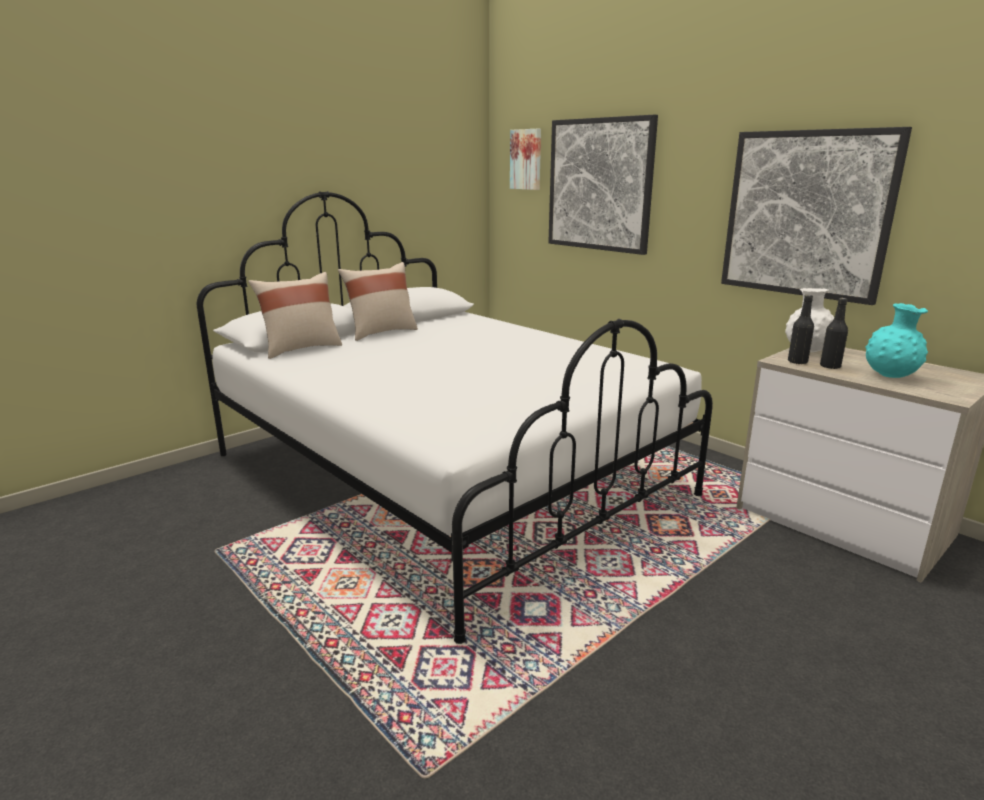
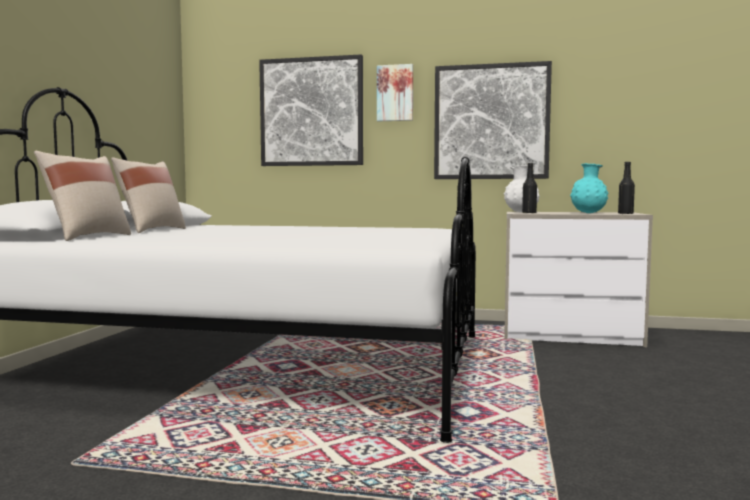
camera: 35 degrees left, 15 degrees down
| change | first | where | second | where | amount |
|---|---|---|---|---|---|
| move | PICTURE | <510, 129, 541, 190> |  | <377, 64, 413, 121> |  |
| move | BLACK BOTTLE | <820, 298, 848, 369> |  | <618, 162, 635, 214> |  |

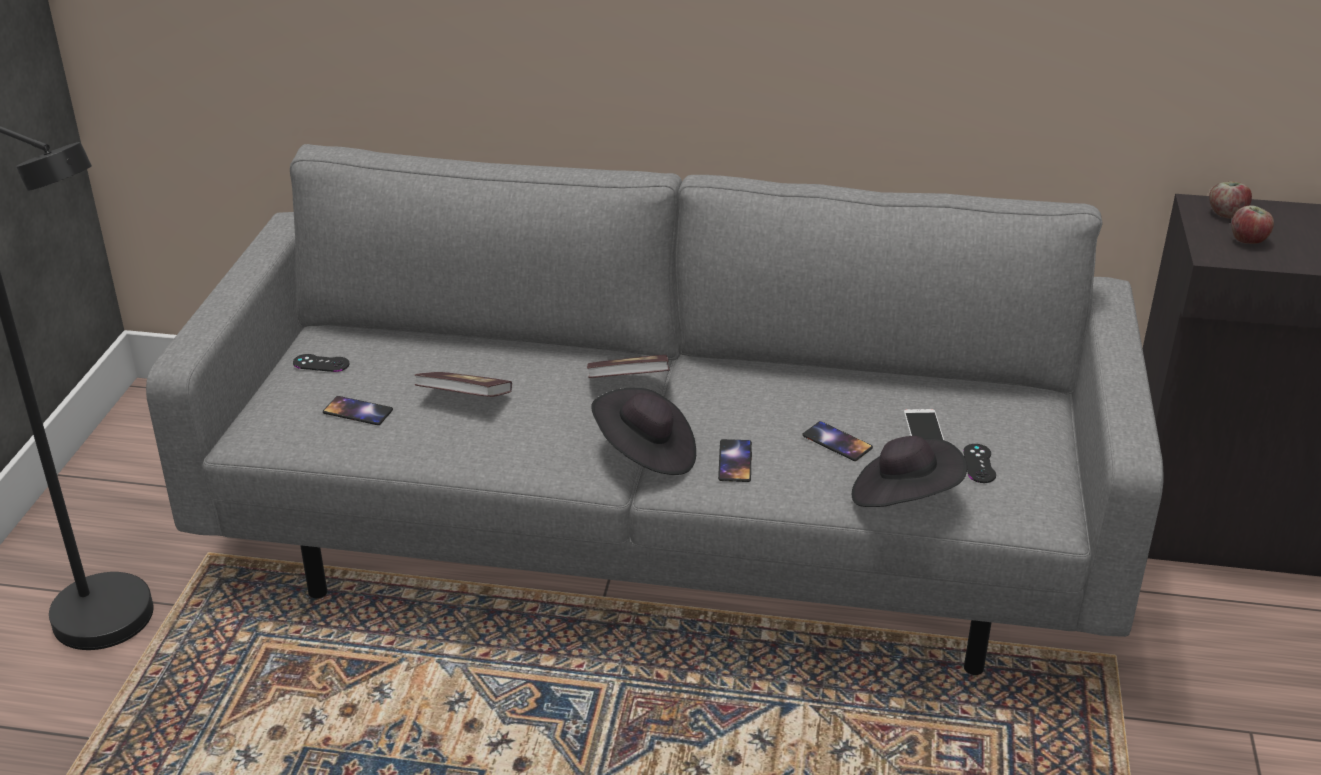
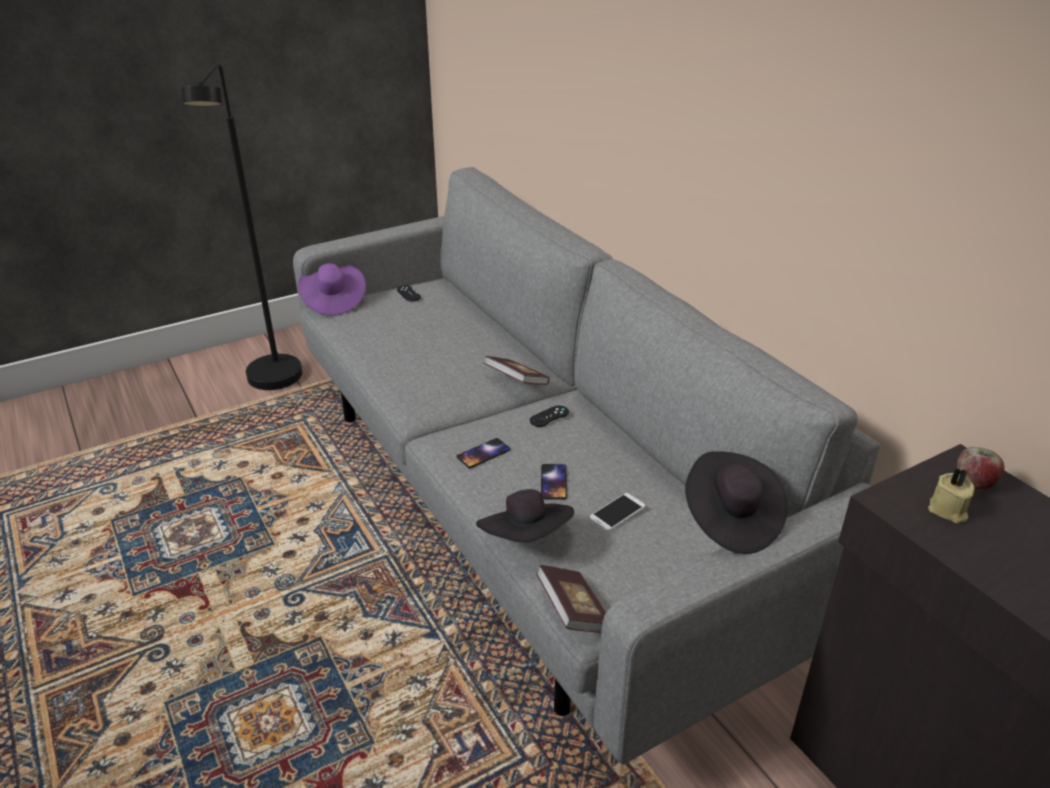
camera: 50 degrees right, 0 degrees up
| change | first | where | second | where | amount |
|---|---|---|---|---|---|
| delete | PHONE | <323, 396, 393, 425> |  |  |  |
| move | BOOK | <415, 372, 512, 397> |  | <536, 565, 606, 633> |  |
| move | BLACK HAT | <591, 388, 696, 475> |  | <685, 451, 788, 554> |  |
| move | BLACK GAME CONTROLLER | <963, 444, 996, 483> |  | <530, 405, 569, 427> |  |
| replace | APPLE | <1232, 205, 1274, 244> | BEIGE CANDLE | <928, 468, 974, 523> |  |
| insert |  |  | PURPLE HAT | <298, 263, 366, 316> |  |

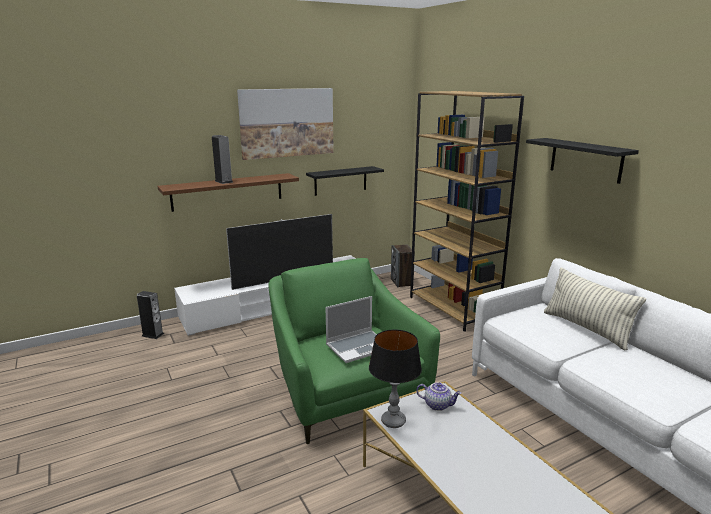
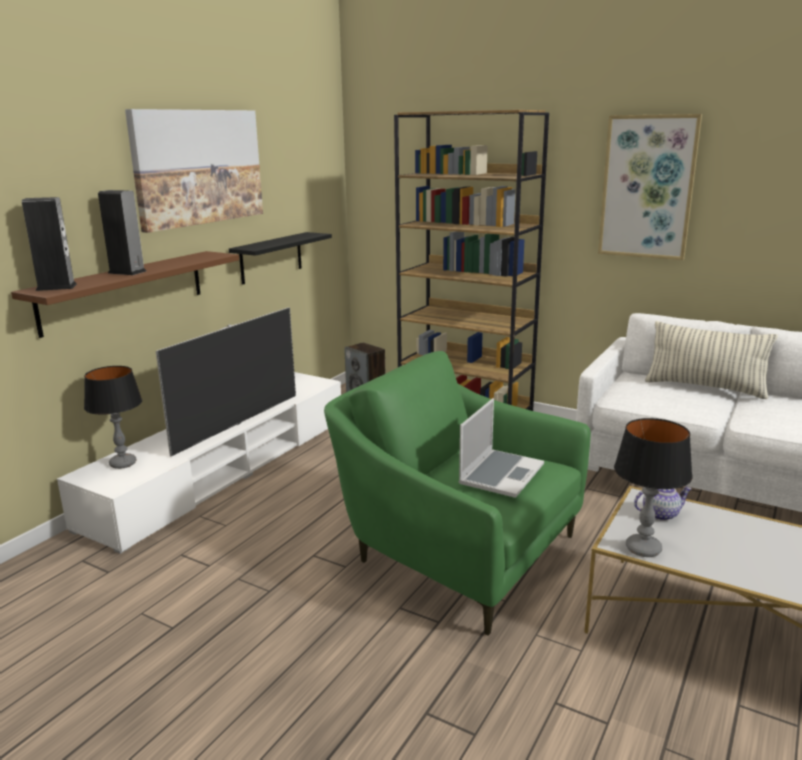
camera: 30 degrees left, 0 degrees up
| change | first | where | second | where | amount |
|---|---|---|---|---|---|
| move | SPEAKER | <137, 291, 164, 339> |  | <22, 197, 77, 291> |  |
| replace | BLACK SHELF | <526, 138, 639, 184> | PICTURE | <598, 114, 702, 260> |  |
| insert |  |  | TABLE LAMP | <84, 366, 142, 469> |  |

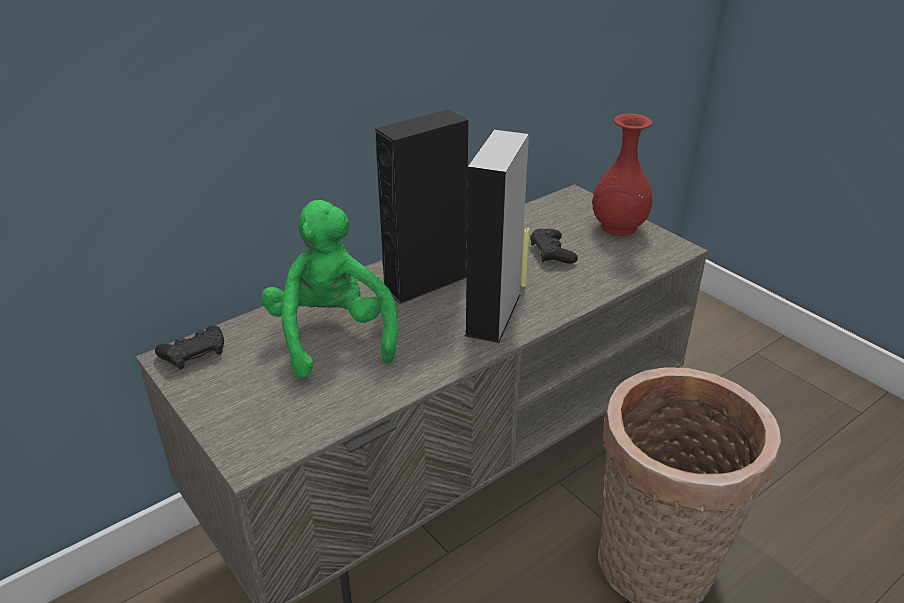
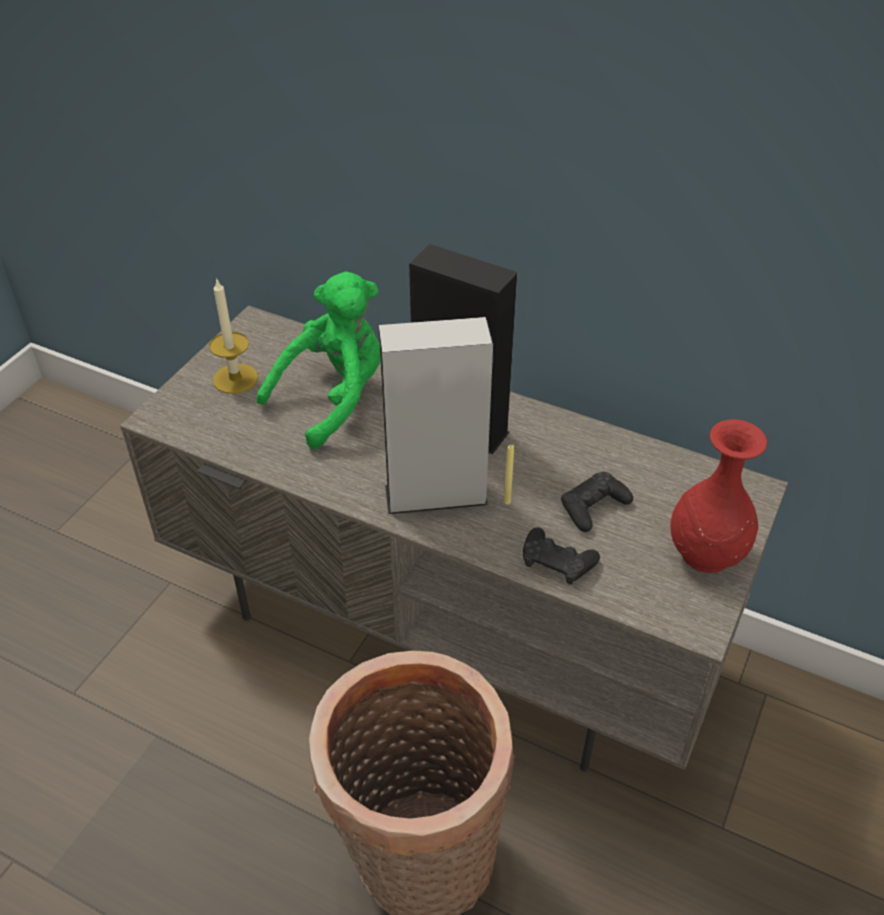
camera: 65 degrees right, 10 degrees up
| change | first | where | second | where | amount |
|---|---|---|---|---|---|
| move | BLACK GAME CONTROLLER | <155, 325, 224, 370> |  | <523, 527, 600, 584> |  |
| insert |  |  | CANDLE | <209, 280, 258, 394> |  |

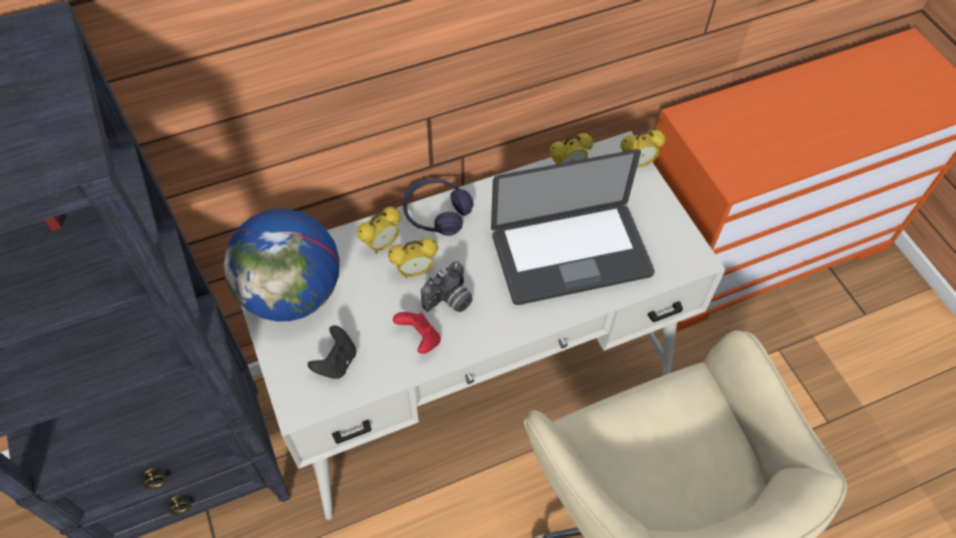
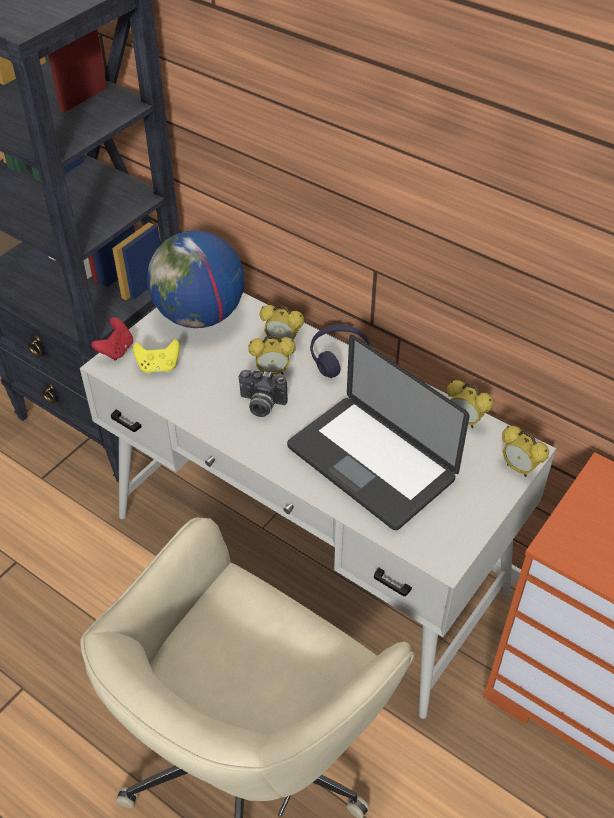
camera: 60 degrees right, 10 degrees down
| change | first | where | second | where | amount |
|---|---|---|---|---|---|
| recolor | BLACK GAME CONTROLLER | <308, 325, 356, 379> | YELLOW GAME CONTROLLER | <133, 339, 180, 373> |  |
| rotate | ALARM CLOCK | <388, 238, 438, 278> |  | <248, 335, 296, 375> | 45 degrees counterclockwise |
| move | RED GAME CONTROLLER | <393, 312, 441, 354> |  | <91, 317, 133, 361> |  |

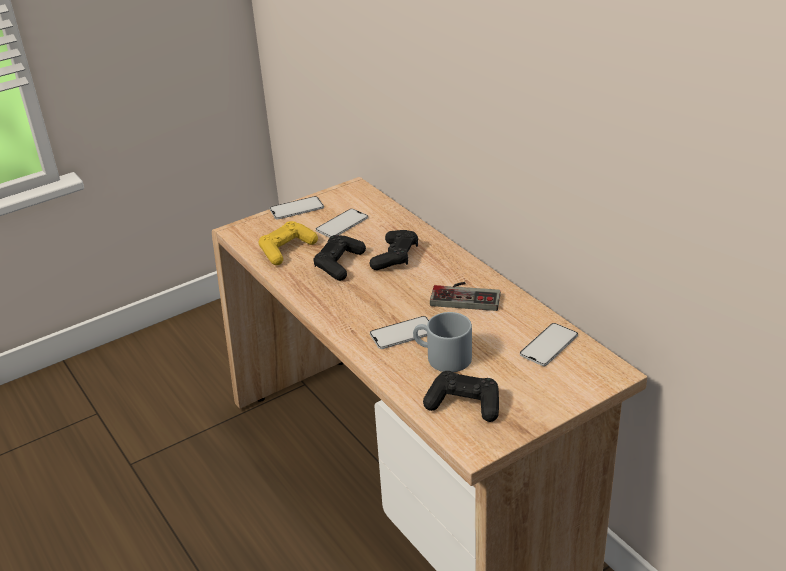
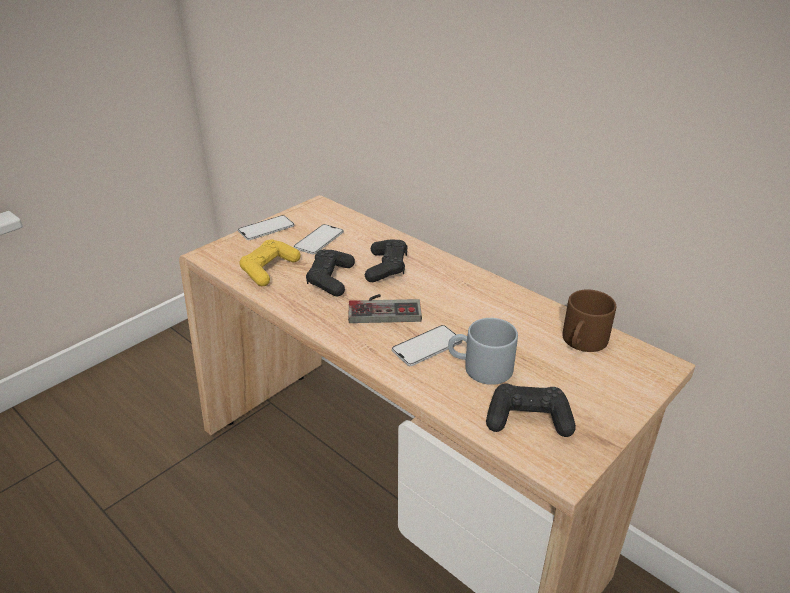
camera: 15 degrees left, 0 degrees up
| change | first | where | second | where | amount |
|---|---|---|---|---|---|
| move | GAME CONTROLLER | <430, 282, 501, 311> |  | <348, 294, 422, 323> |  |
| replace | PHONE | <520, 323, 578, 366> | BROWN MUG | <562, 289, 616, 352> |  |

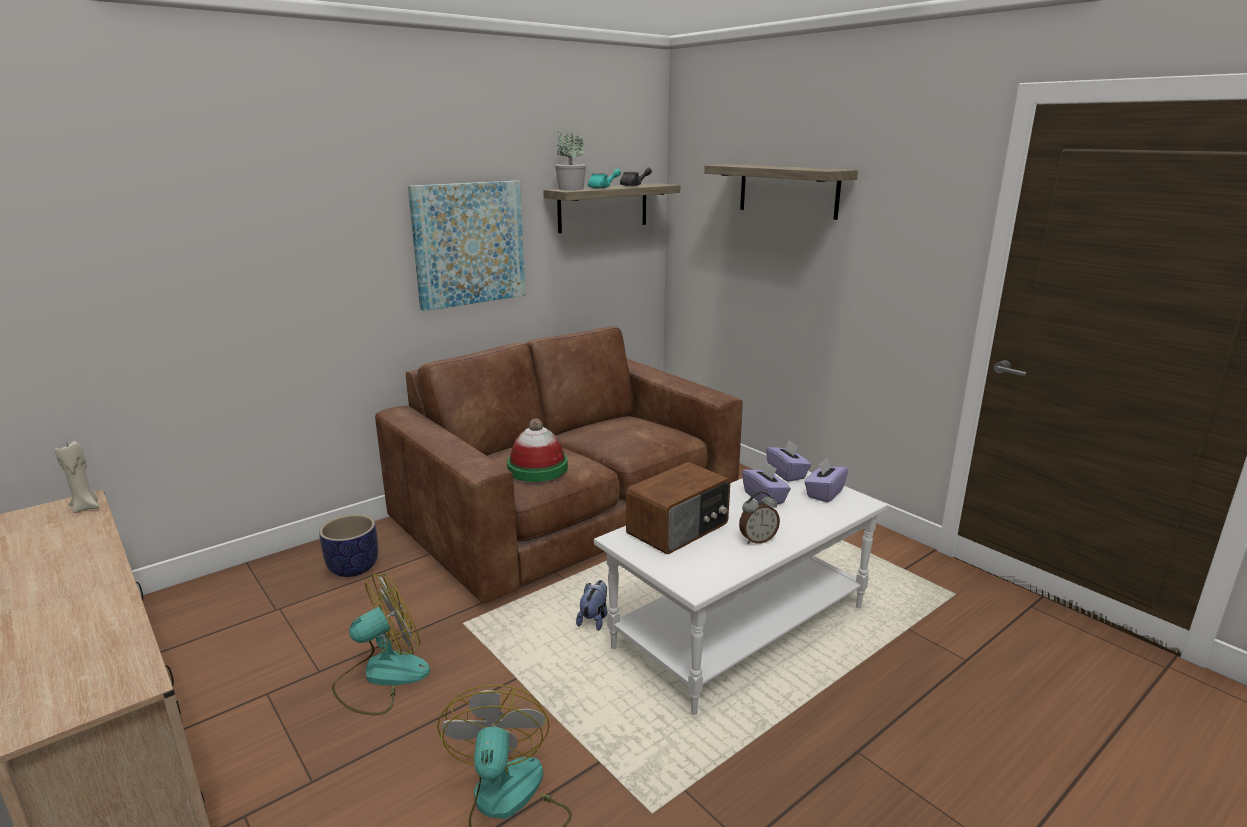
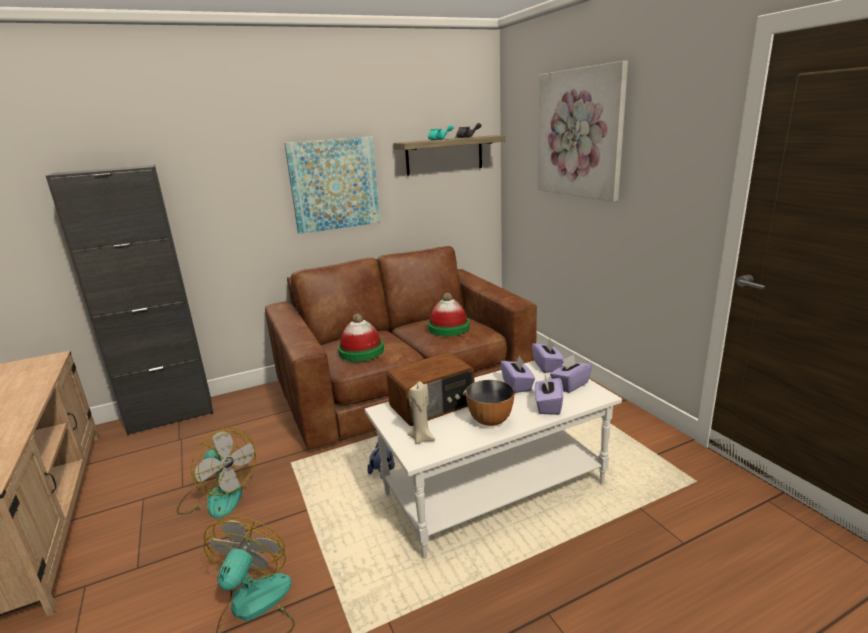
camera: 15 degrees right, 0 degrees up
| change | first | where | second | where | amount |
|---|---|---|---|---|---|
| move | BEIGE CANDLE | <55, 441, 99, 513> |  | <408, 381, 435, 444> |  |
| delete | PLANTER | <319, 514, 378, 577> |  |  |  |
| rotate | FAN | <332, 573, 430, 715> |  | <176, 427, 256, 518> | 60 degrees clockwise |
| delete | POTTED PLANT | <555, 131, 586, 190> |  |  |  |
| replace | SHELF | <704, 164, 858, 220> | PICTURE | <538, 61, 628, 202> |  |
| replace | ALARM CLOCK | <739, 491, 780, 544> | BOWL | <466, 380, 514, 426> |  |
| insert |  |  | BLACK CABINET | <46, 165, 213, 436> |  |
| insert |  |  | HAT | <428, 293, 470, 336> |  |
| insert |  |  | PURPLE TISSUE BOX | <535, 375, 563, 415> |  |

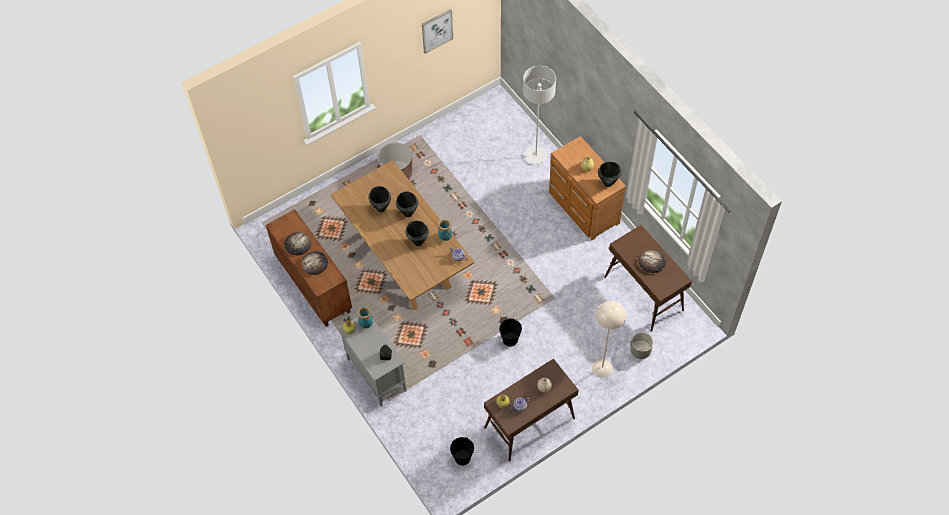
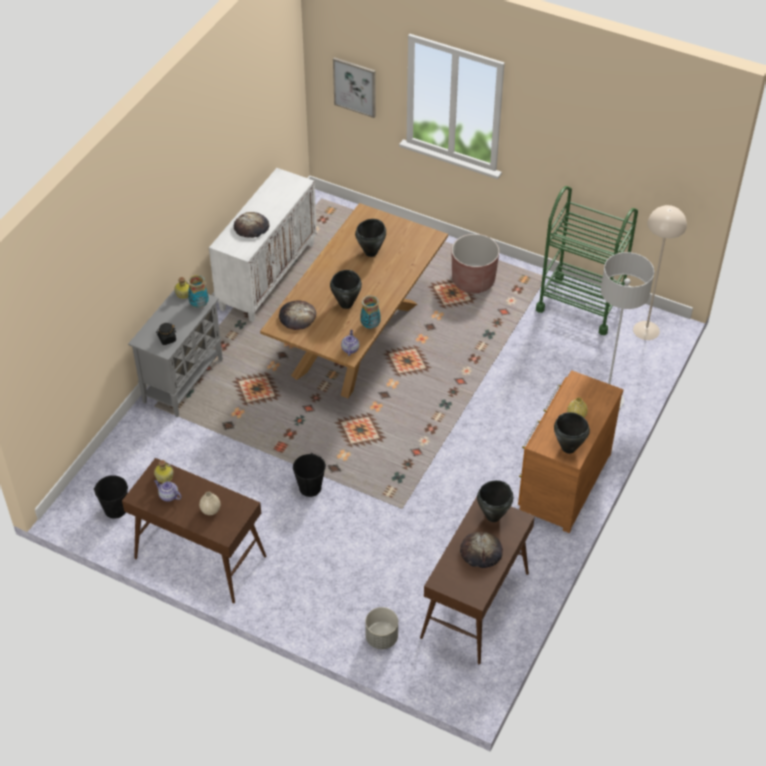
camera: 60 degrees right, 10 degrees down
| change | first | where | second | where | amount |
|---|---|---|---|---|---|
| recolor | BROWN CABINET | <266, 209, 352, 327> | WHITE CABINET | <209, 168, 317, 322> |  |
| move | BREAD | <284, 232, 311, 256> |  | <279, 300, 316, 330> |  |
| move | BLACK COOKING POT | <396, 191, 418, 217> |  | <477, 480, 513, 522> |  |
| move | PICTURE | <422, 9, 453, 54> |  | <333, 57, 376, 118> |  |
| move | BEIGE FLOOR LAMP | <592, 301, 626, 378> |  | <633, 205, 687, 340> |  |
| insert |  |  | GREEN CART | <536, 186, 638, 335> |  |

